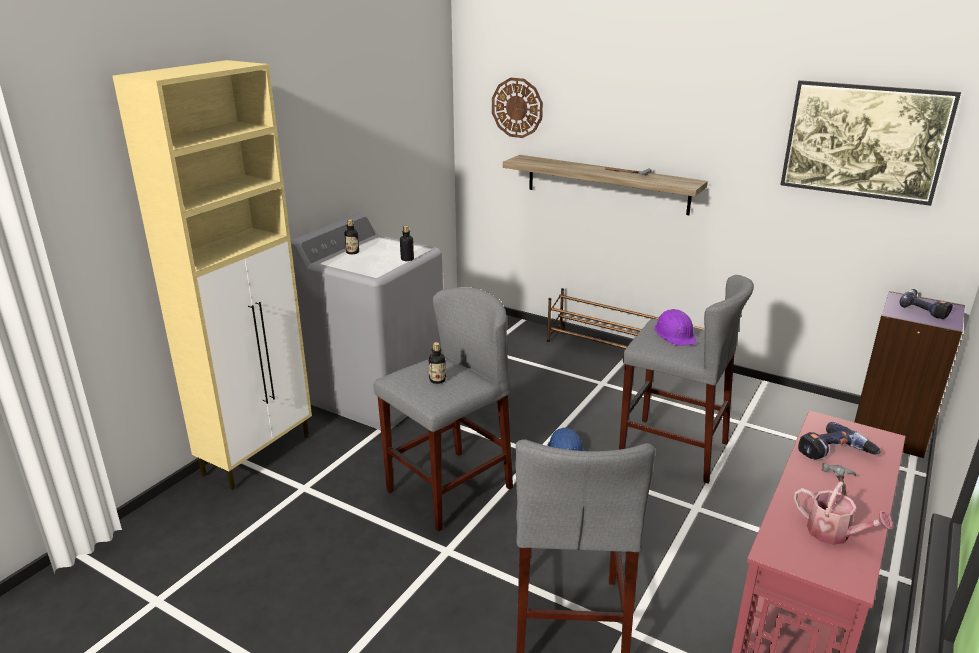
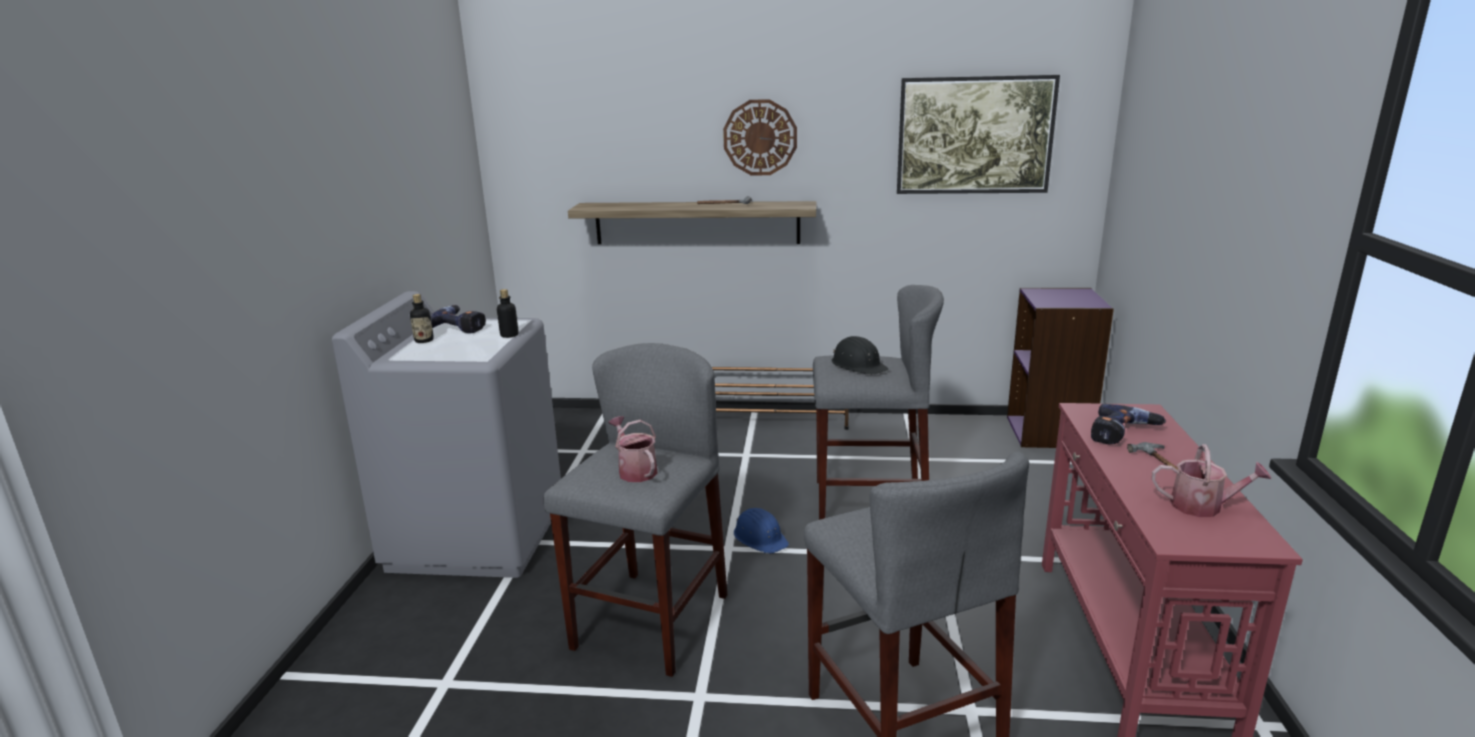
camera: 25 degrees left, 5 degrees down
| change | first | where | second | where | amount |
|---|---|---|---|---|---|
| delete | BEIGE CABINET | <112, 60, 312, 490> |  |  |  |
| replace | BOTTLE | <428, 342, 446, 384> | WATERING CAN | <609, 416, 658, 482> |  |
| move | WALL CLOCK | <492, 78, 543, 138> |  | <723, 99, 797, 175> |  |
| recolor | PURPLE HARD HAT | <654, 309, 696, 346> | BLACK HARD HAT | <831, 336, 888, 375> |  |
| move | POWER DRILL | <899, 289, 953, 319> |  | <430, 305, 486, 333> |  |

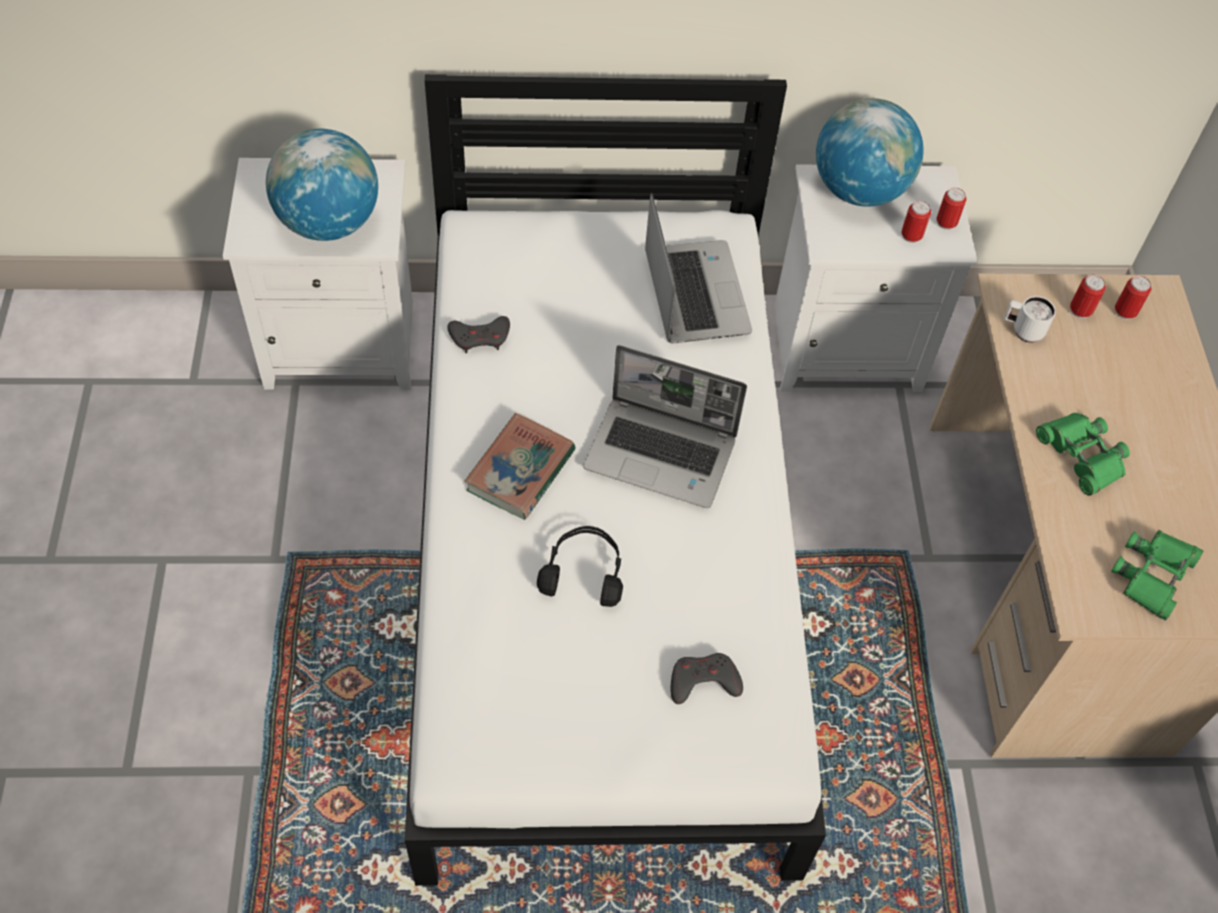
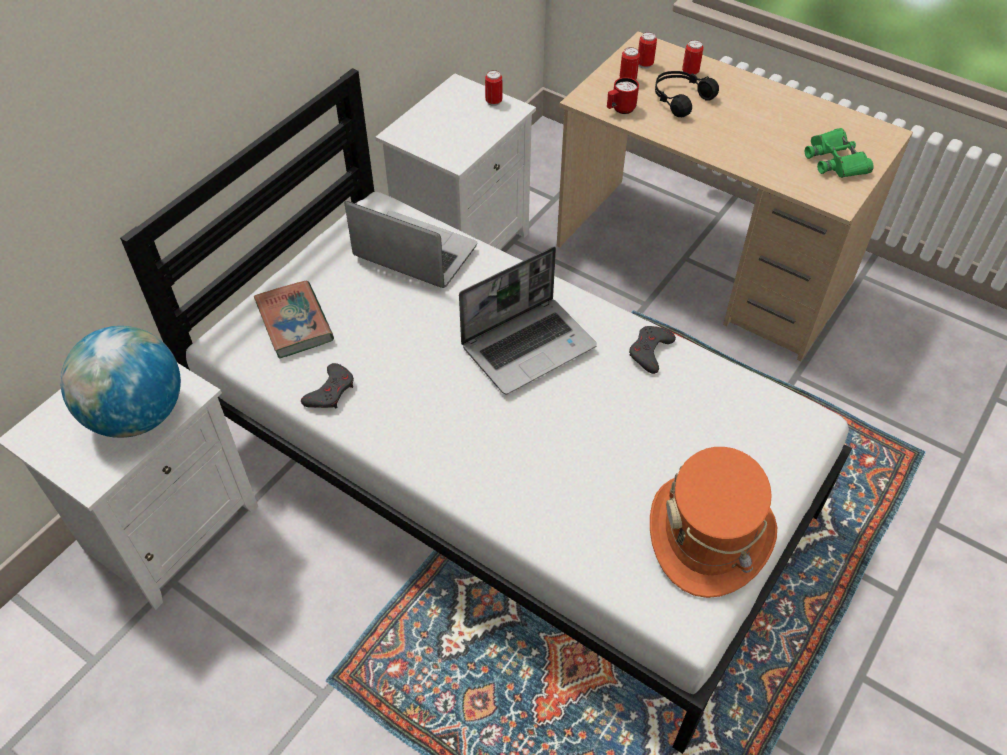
camera: 50 degrees left, 5 degrees down
| change | first | where | second | where | amount |
|---|---|---|---|---|---|
| move | BOOK | <464, 413, 575, 520> |  | <254, 281, 334, 358> |  |
| move | BLACK HEADPHONES | <537, 526, 623, 607> |  | <655, 71, 719, 117> |  |
| move | GREY GAME CONTROLLER | <670, 653, 743, 704> |  | <629, 326, 676, 374> |  |
| delete | GLOBE | <816, 98, 923, 207> |  |  |  |
| move | CAN | <901, 201, 931, 243> |  | <682, 40, 704, 76> |  |
| recolor | WHITE MUG | <1004, 296, 1056, 342> | RED MUG | <607, 77, 639, 114> |  |
| delete | GREEN BINOCULARS | <1036, 413, 1130, 496> |  |  |  |
| insert |  |  | ORANGE HAT | <650, 447, 777, 598> |  |

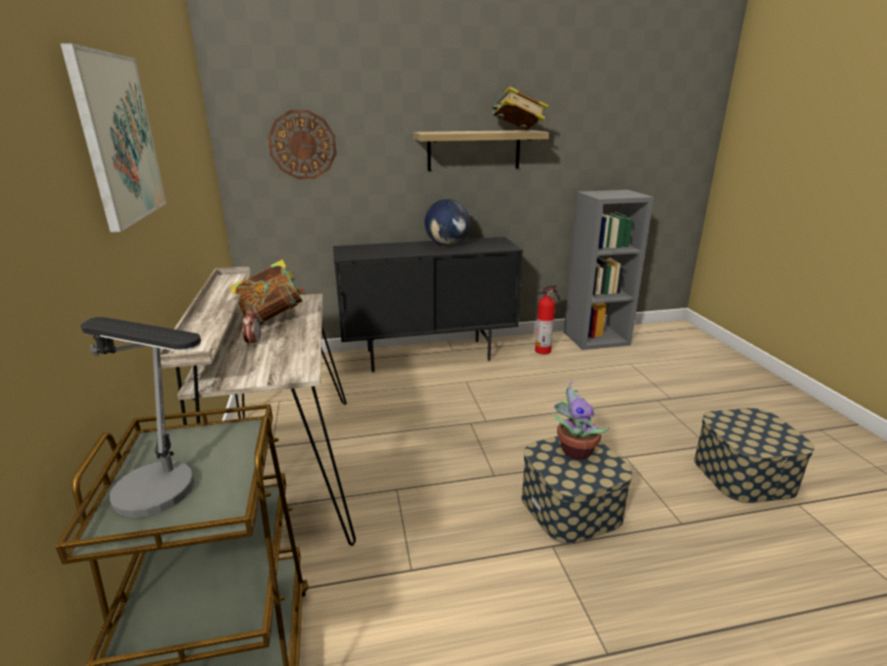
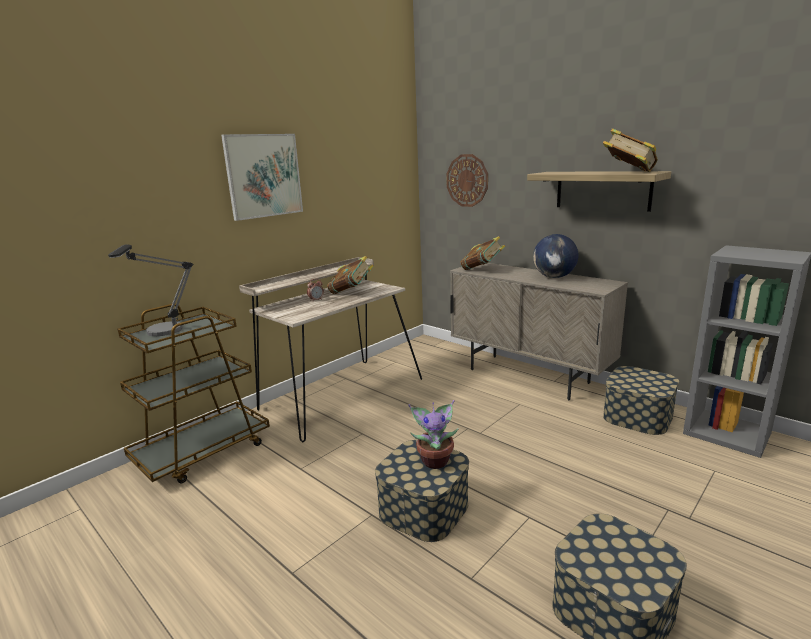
camera: 55 degrees right, 5 degrees down
| change | first | where | second | where | amount |
|---|---|---|---|---|---|
| recolor | BLACK CABINET | <333, 237, 523, 372> | BEIGE CABINET | <450, 263, 628, 400> |  |
| replace | FIRE EXTINGUISHER | <535, 285, 560, 354> | STORAGE BOX | <603, 366, 679, 435> |  |
| insert |  |  | BOOK | <460, 236, 505, 270> |  |

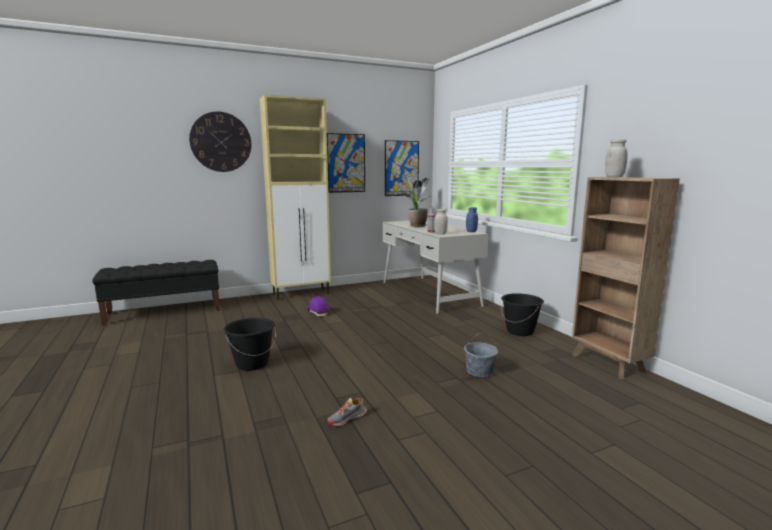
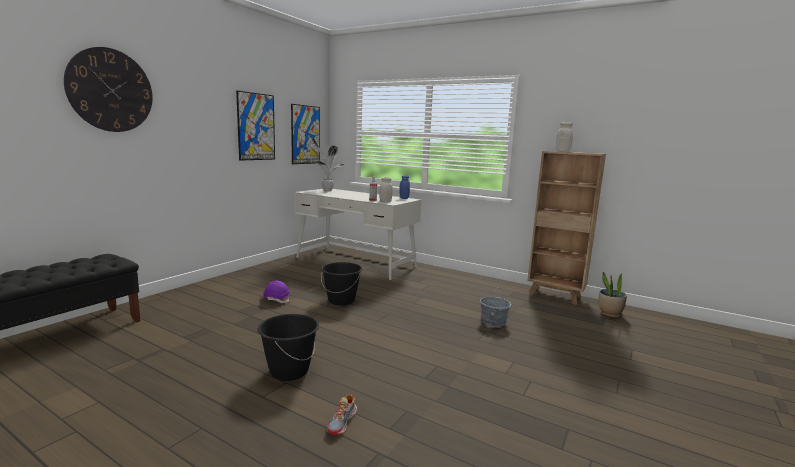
camera: 35 degrees left, 0 degrees up
| change | first | where | second | where | amount |
|---|---|---|---|---|---|
| delete | BEIGE CABINET | <260, 95, 331, 300> |  |  |  |
| move | SHOE | <327, 398, 367, 427> |  | <327, 394, 357, 435> |  |
| move | POTTED PLANT | <408, 191, 428, 227> |  | <599, 272, 627, 317> |  |
| move | BLACK BUCKET | <501, 293, 544, 336> |  | <321, 262, 362, 305> |  |

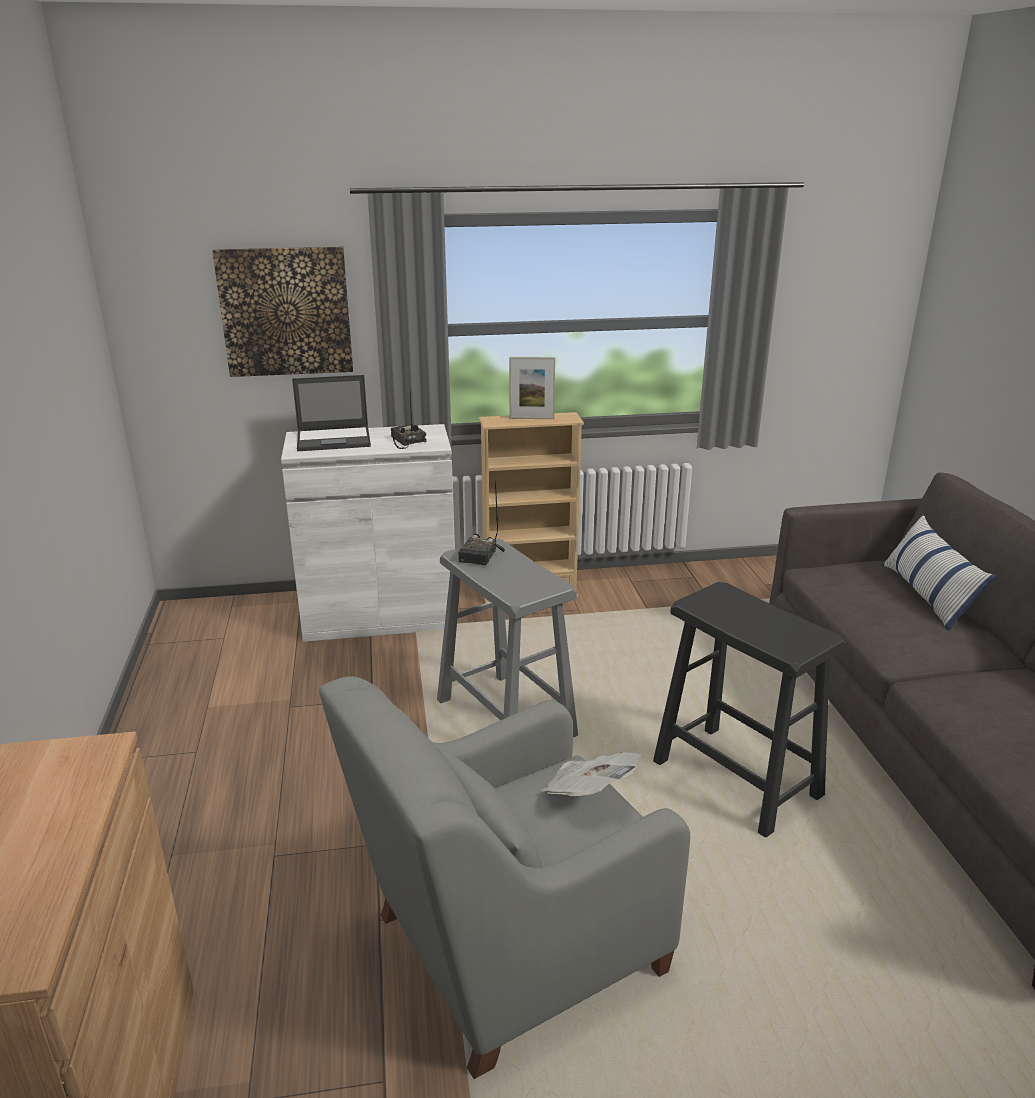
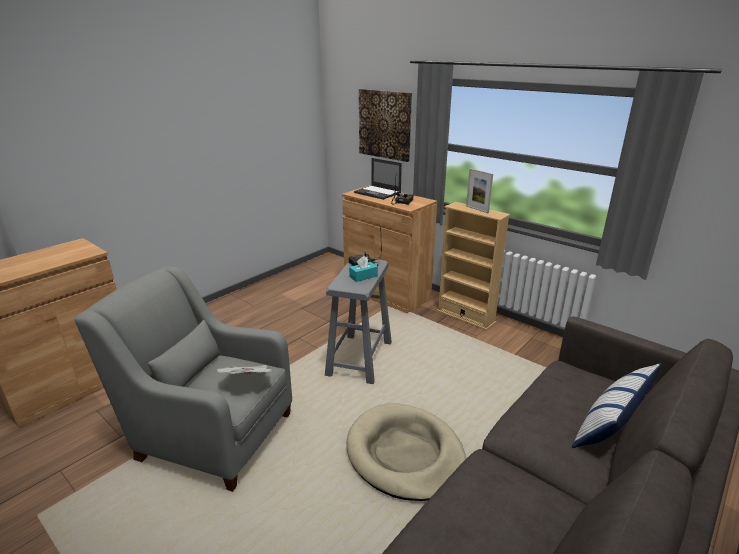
camera: 50 degrees right, 0 degrees up
| change | first | where | second | where | amount |
|---|---|---|---|---|---|
| recolor | WHITE CABINET | <281, 424, 455, 642> | BROWN CABINET | <342, 185, 437, 313> |  |
| replace | BLACK STOOL | <653, 582, 846, 837> | BEIGE DOG BED | <346, 403, 466, 501> |  |
| insert |  |  | TURQUOISE TISSUE BOX | <349, 256, 378, 282> |  |

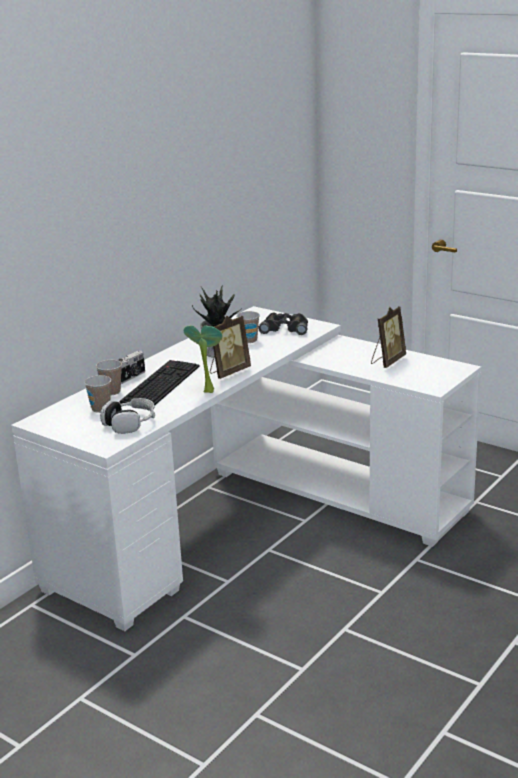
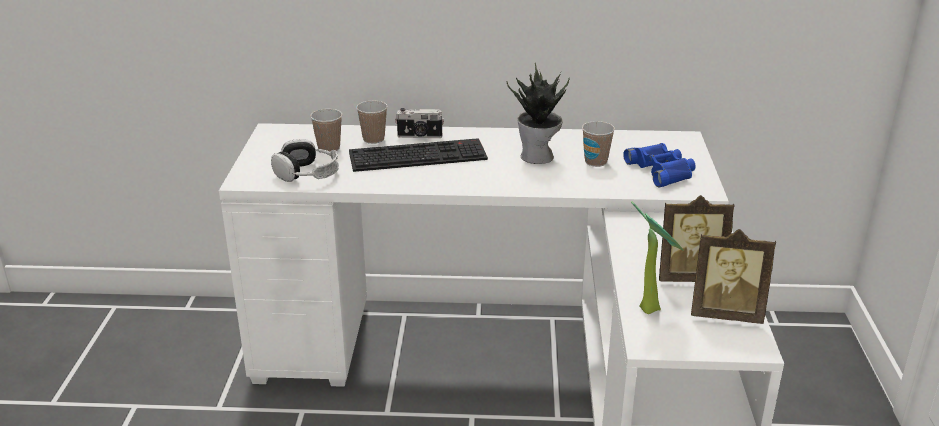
camera: 55 degrees right, 5 degrees up
| change | first | where | second | where | amount |
|---|---|---|---|---|---|
| move | POTTED PLANT | <184, 325, 222, 393> |  | <631, 201, 683, 314> |  |
| move | PICTURE FRAME | <210, 316, 251, 379> |  | <691, 229, 776, 324> |  |
| recolor | BLACK BINOCULARS | <258, 313, 308, 335> | BLUE BINOCULARS | <623, 143, 696, 187> |  |

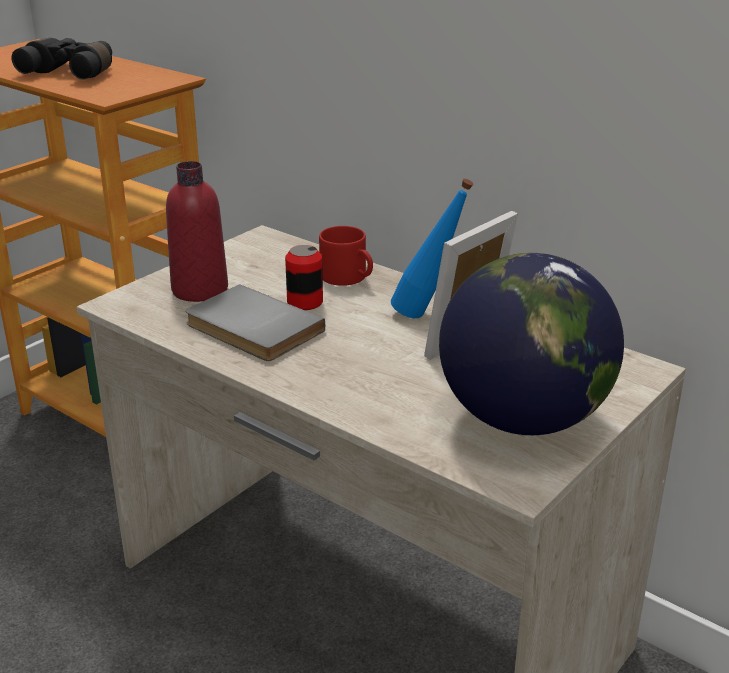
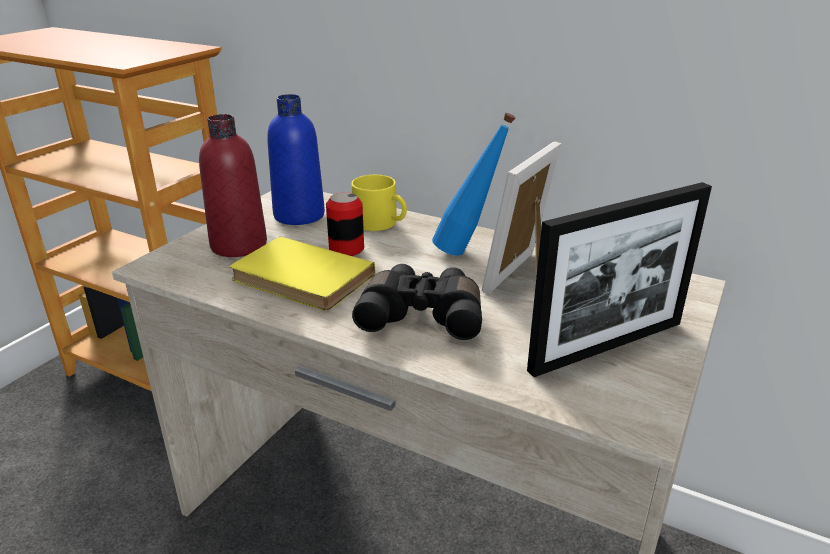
camera: 10 degrees left, 0 degrees up
| change | first | where | second | where | amount |
|---|---|---|---|---|---|
| move | BLACK BINOCULARS | <11, 38, 112, 80> |  | <352, 264, 482, 340> |  |
| recolor | GREY BOOK | <185, 284, 325, 361> | YELLOW BOOK | <230, 237, 375, 311> |  |
| recolor | RED MUG | <319, 226, 373, 286> | YELLOW MUG | <351, 175, 407, 231> |  |
| replace | GLOBE | <439, 253, 624, 435> | PICTURE FRAME | <527, 182, 712, 377> |  |
| insert |  |  | BLUE BOTTLE | <267, 94, 325, 225> |  |

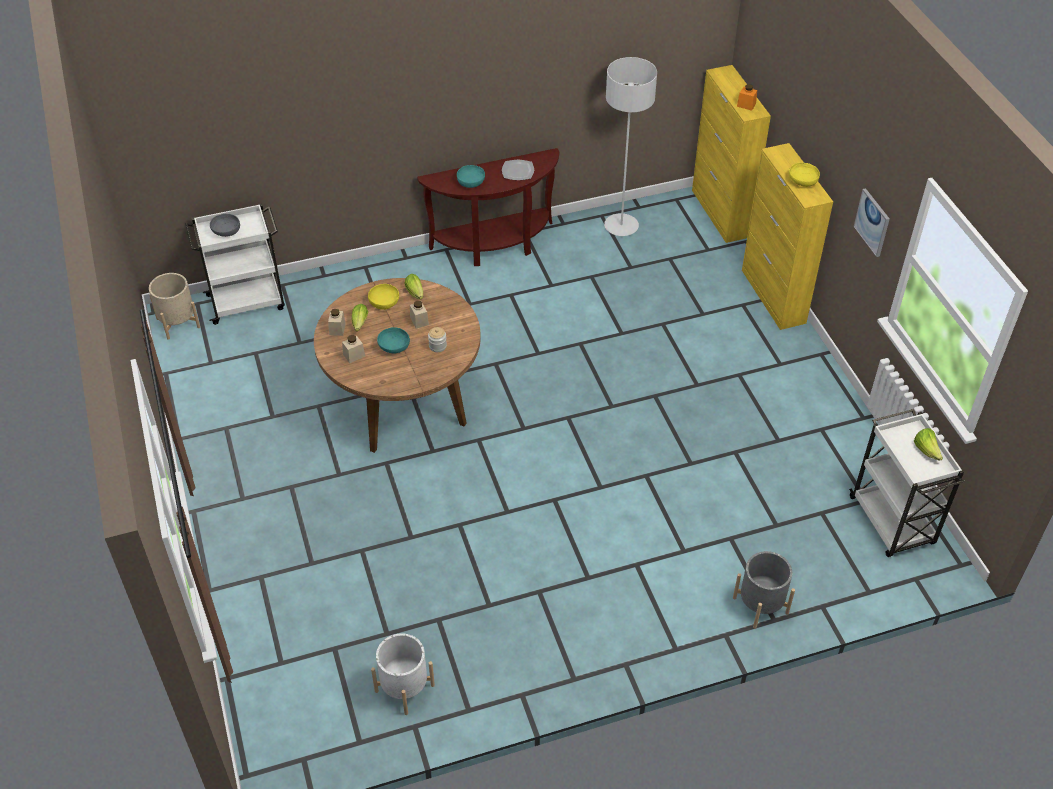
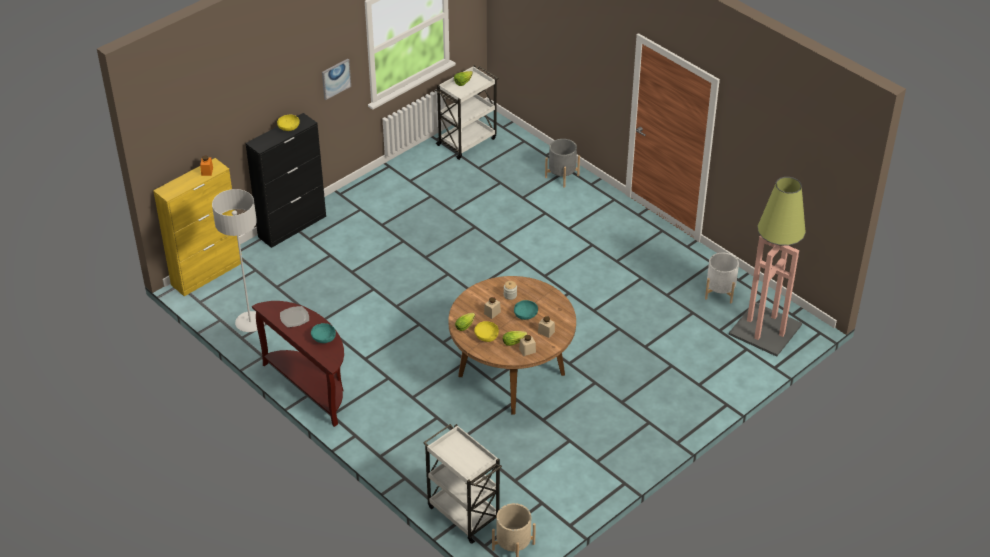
camera: 115 degrees left, 5 degrees down
| change | first | where | second | where | amount |
|---|---|---|---|---|---|
| delete | GREY BOWL | <210, 214, 240, 237> |  |  |  |
| recolor | YELLOW CABINET | <742, 143, 833, 330> | BLACK CABINET | <245, 113, 326, 248> |  |
| insert |  |  | FLOOR LAMP | <729, 177, 806, 357> |  |

